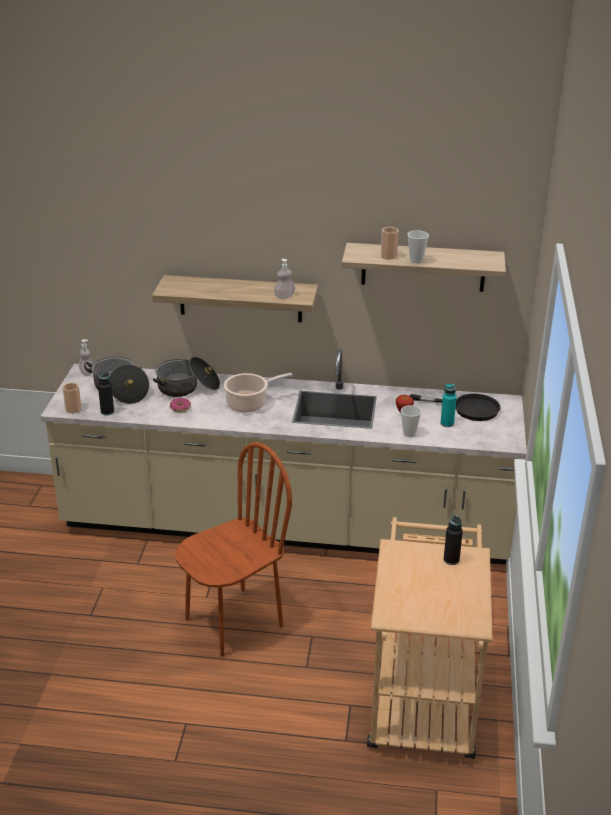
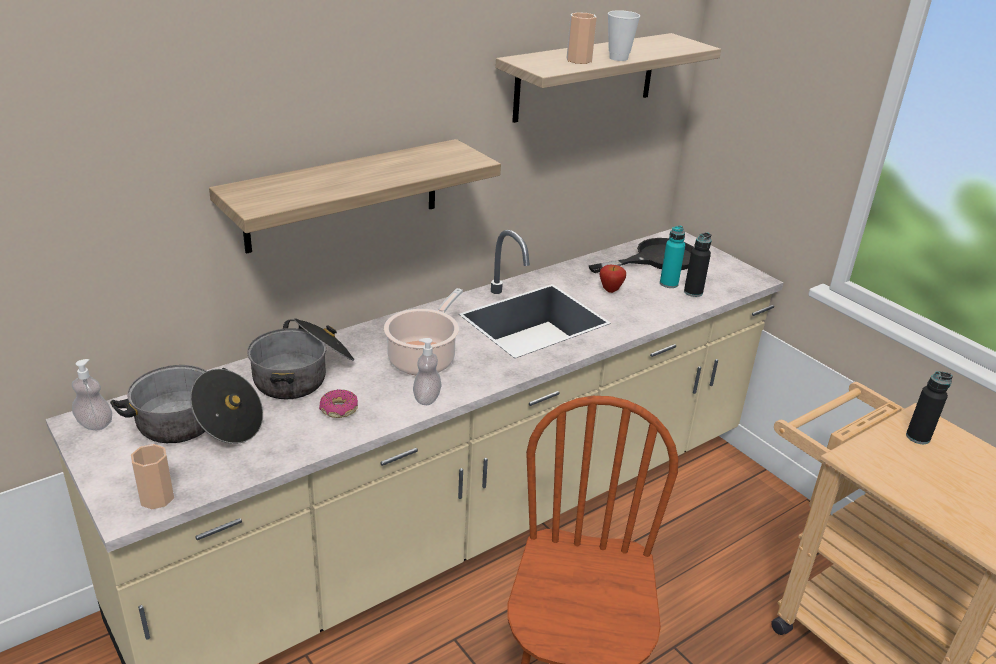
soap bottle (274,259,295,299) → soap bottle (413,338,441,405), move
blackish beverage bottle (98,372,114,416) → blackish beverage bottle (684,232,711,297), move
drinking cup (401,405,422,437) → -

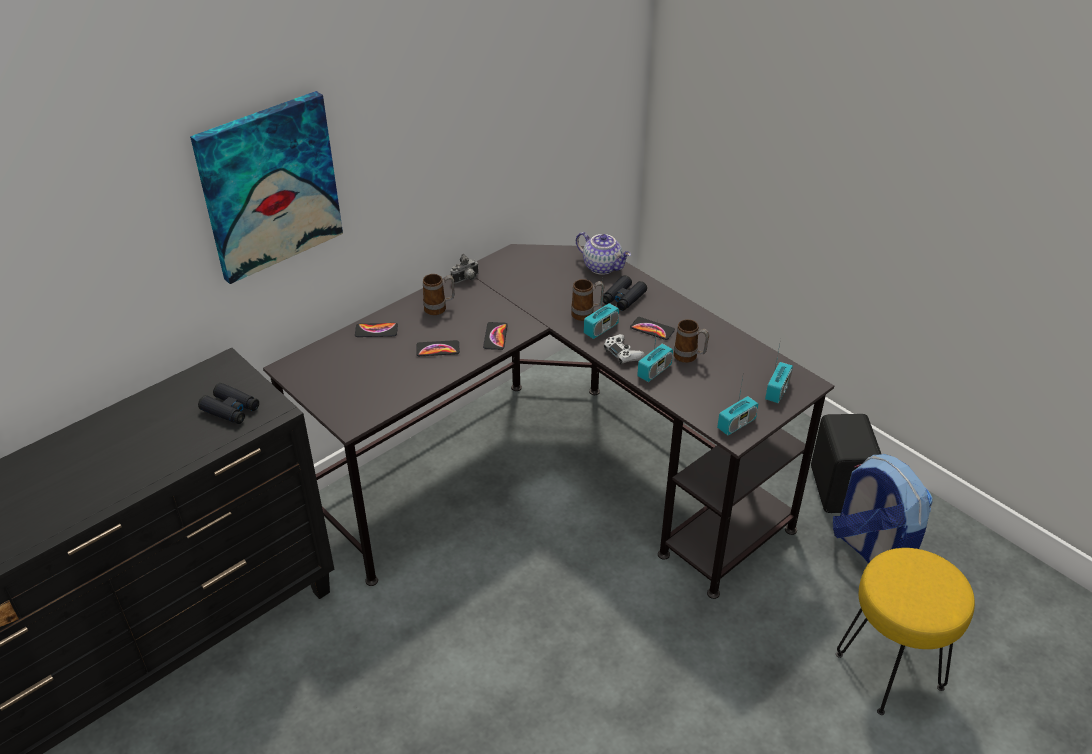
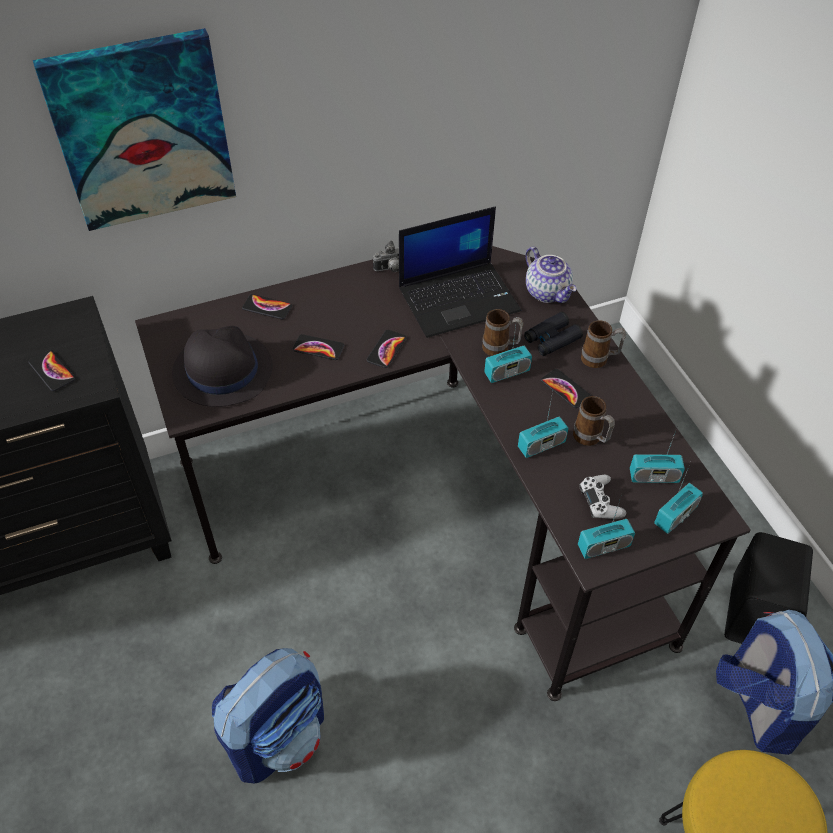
tea mug (423,274,455,315) → tea mug (581,320,626,368), move
white-coloured joypad (604,334,645,364) → white-coloured joypad (579,475,626,519), move
blackish pair of binoculars (198,383,259,424) → phone (29,350,75,391)
- → notebook computer (399,207,521,338)
- → blackish hat (172,326,273,407)
- → radio receiver (630,425,685,483)
- → knapsack (212,648,324,784)

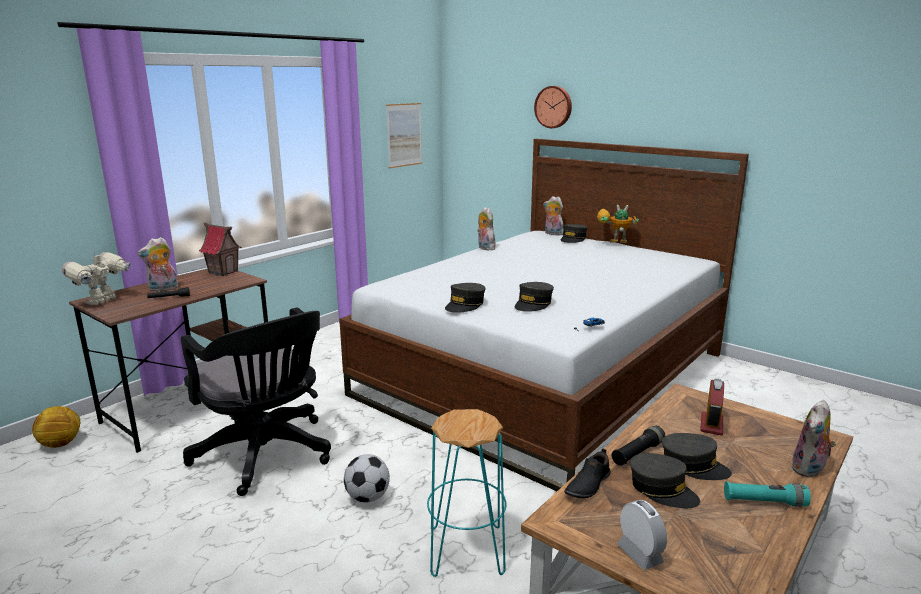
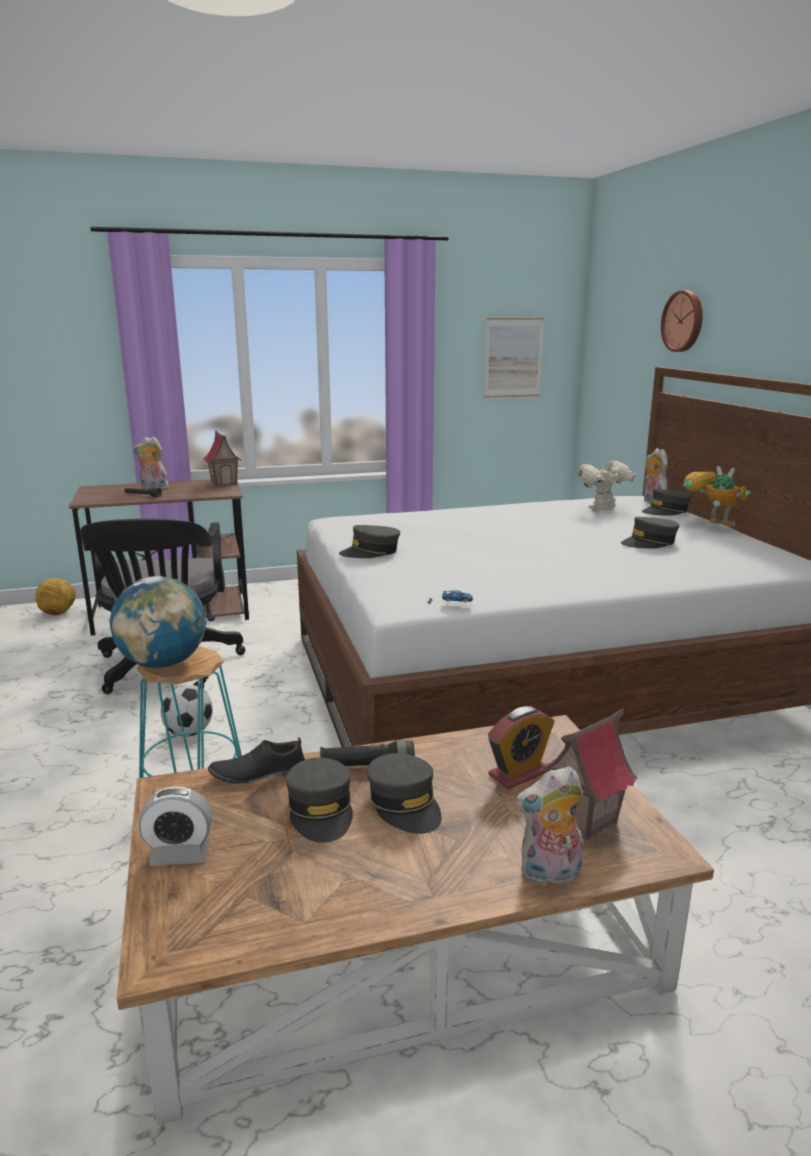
cuddly toy (477,207,495,250) → -
robot figure (62,252,130,305) → robot figure (577,456,637,510), move
greyish peaked cap (515,282,554,312) → greyish peaked cap (621,517,680,548), move
turquoise-coloured hand torch (724,481,811,507) → -
alarm clock (617,500,667,570) → alarm clock (138,786,212,866), 75 degrees clockwise
- → globe (109,576,206,668)
- → model house (542,709,638,840)

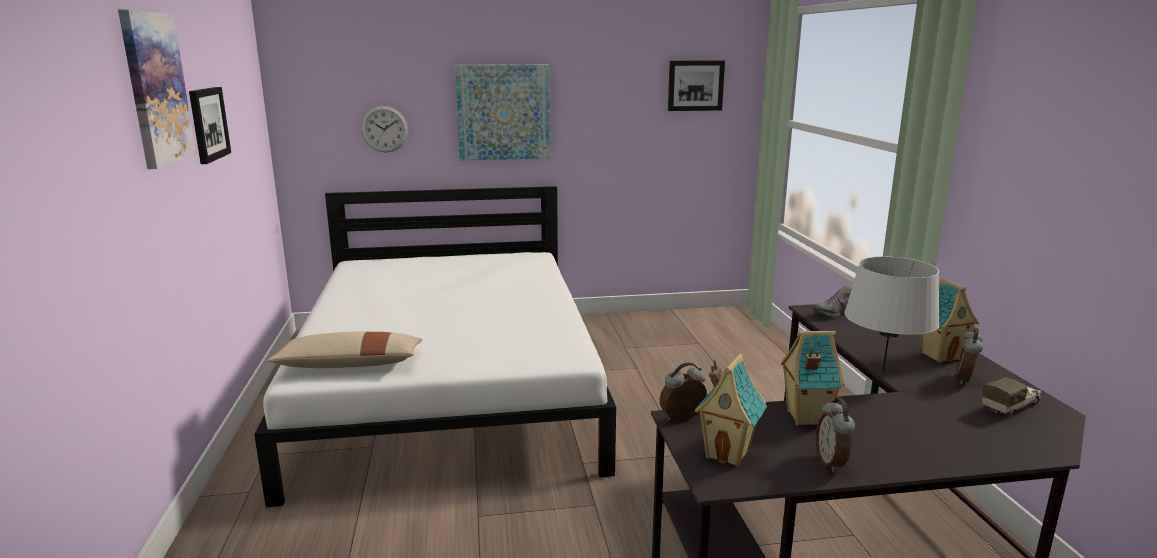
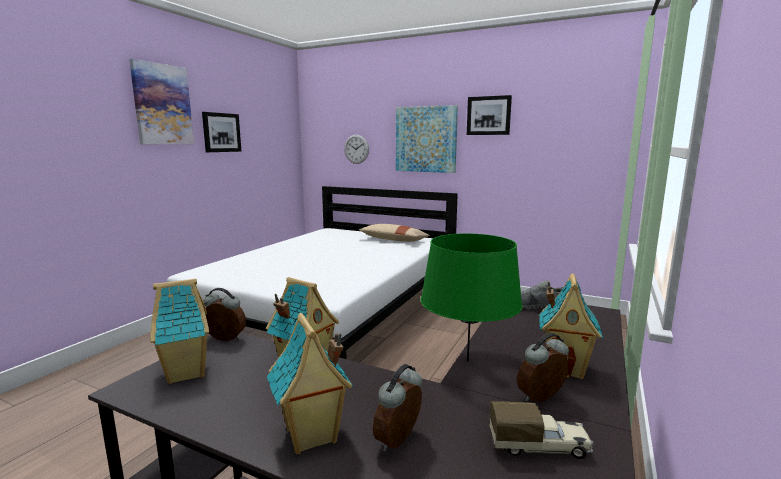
wall art (668,60,725,111) → wall art (467,95,512,135), move
greyish table lamp (844,257,940,371) → greenish table lamp (420,233,523,362)
beige throw pillow (267,332,423,368) → beige throw pillow (359,224,430,242), move
alarm clock (816,398,855,472) → alarm clock (373,364,423,451), move
- → model house (267,313,353,454)

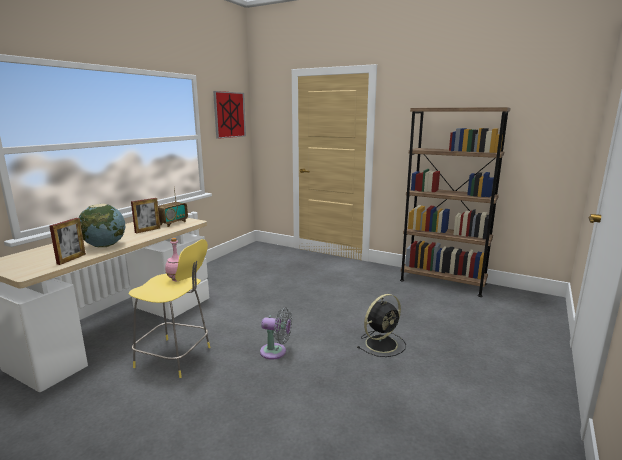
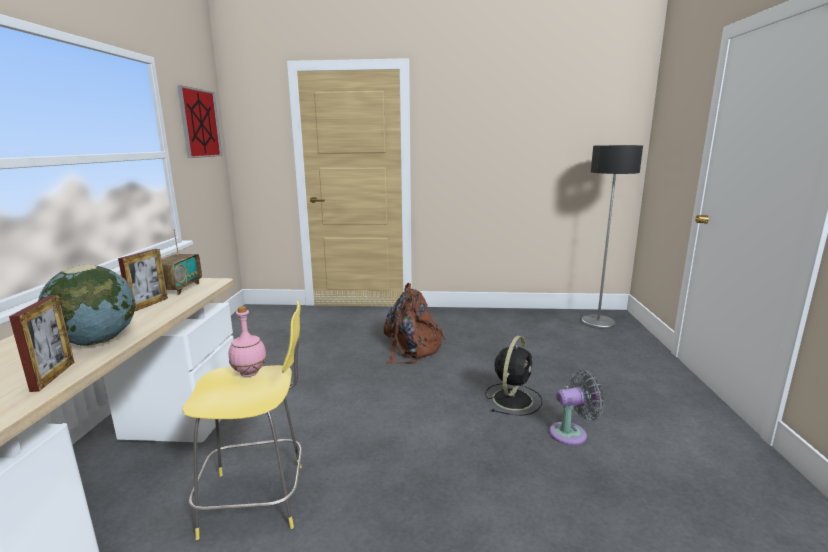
brown-coloured bookcase (400,107,511,297) → -
greyish cooling fan (260,307,292,360) → greyish cooling fan (549,370,604,446), move
- → standard lamp (581,145,643,329)
- → brown-coloured knapsack (384,283,446,364)

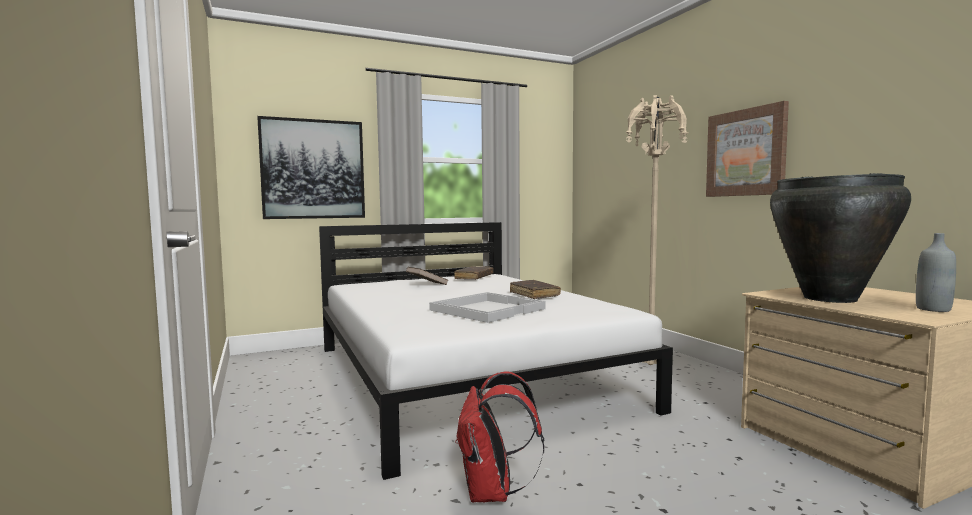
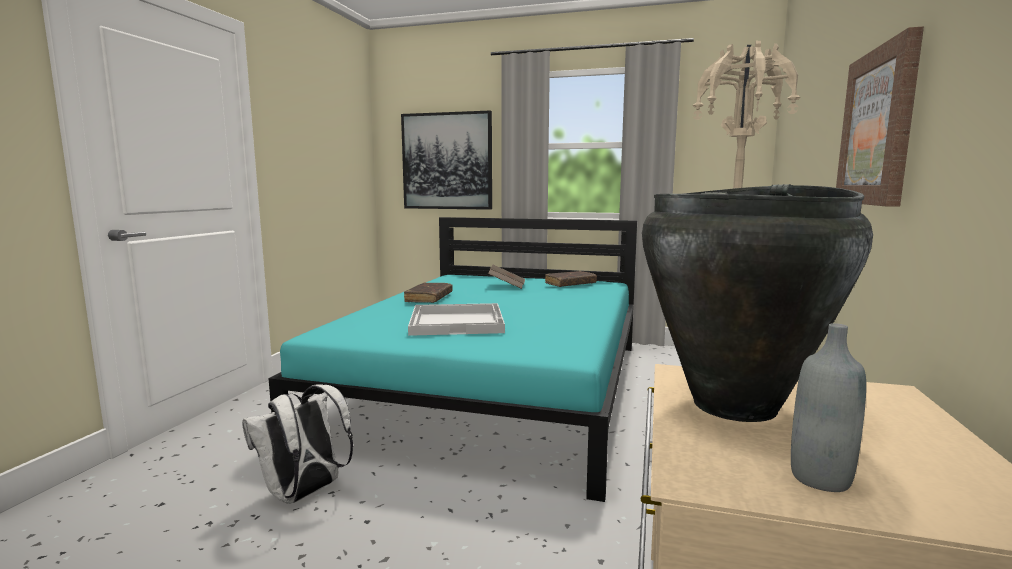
white-coloured bedroom bed (319,222,673,480) → turquoise-coloured bedroom bed (268,217,637,502)
brown-coloured volume (510,280,561,299) → brown-coloured volume (404,282,453,303), move
reddish knapsack (456,371,544,503) → white-coloured knapsack (242,384,353,504)

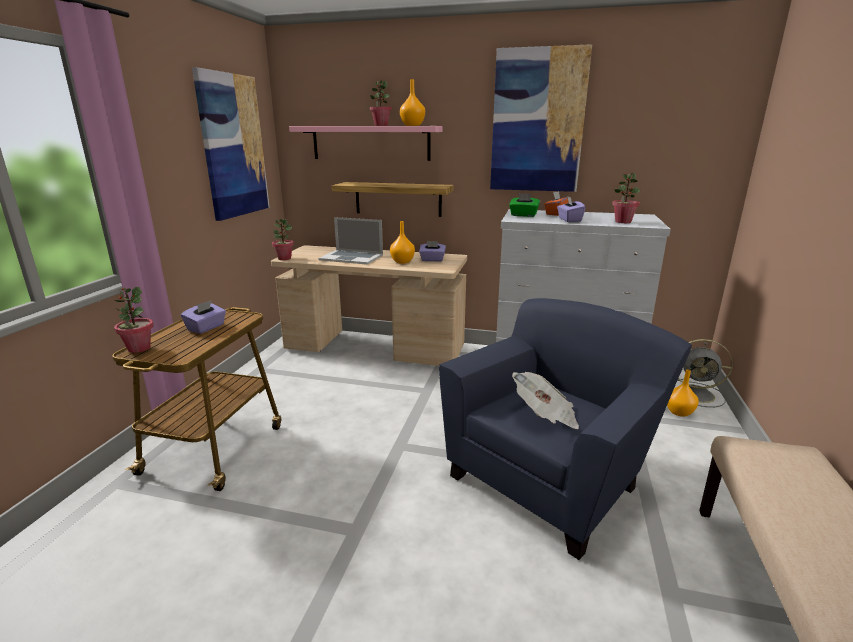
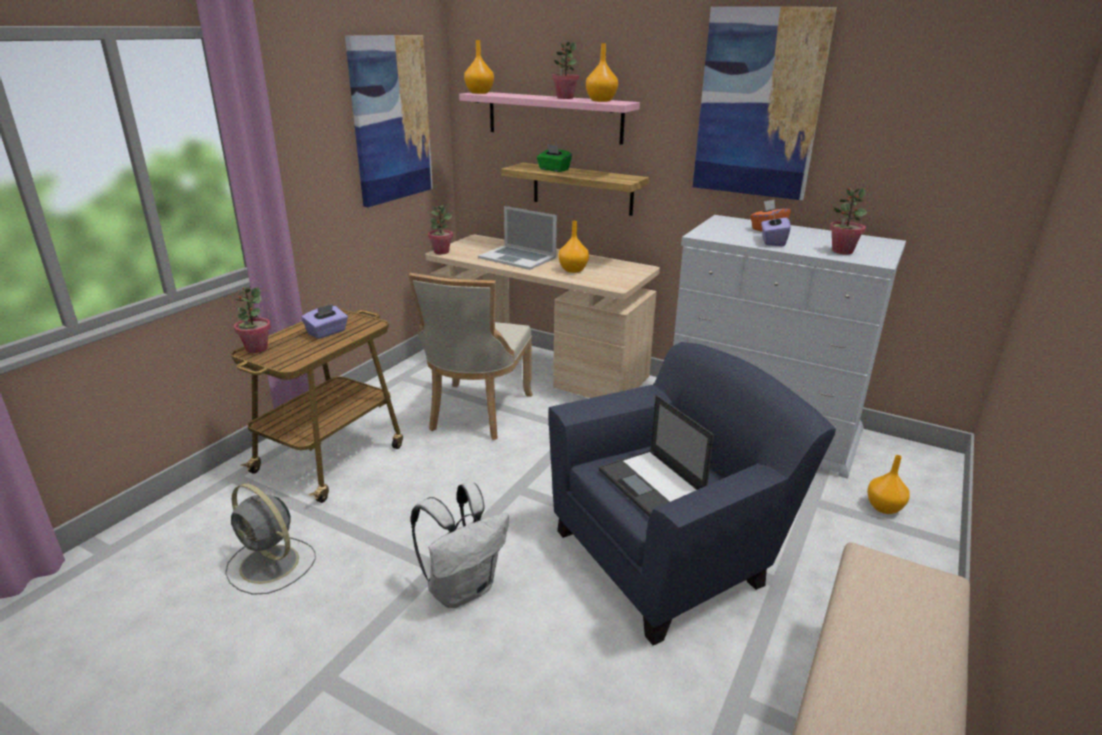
greenish box of tissues (509,193,540,217) → greenish box of tissues (537,144,572,172), move
purple box of tissues (419,241,446,262) → -
greyish cooling fan (677,339,733,407) → greyish cooling fan (225,483,316,595), move
daily paper (512,372,579,429) → notebook computer (599,395,714,517)
- → orange vase (464,40,494,94)
- → beige plain chair (408,273,533,440)
- → white-coloured knapsack (411,482,509,608)

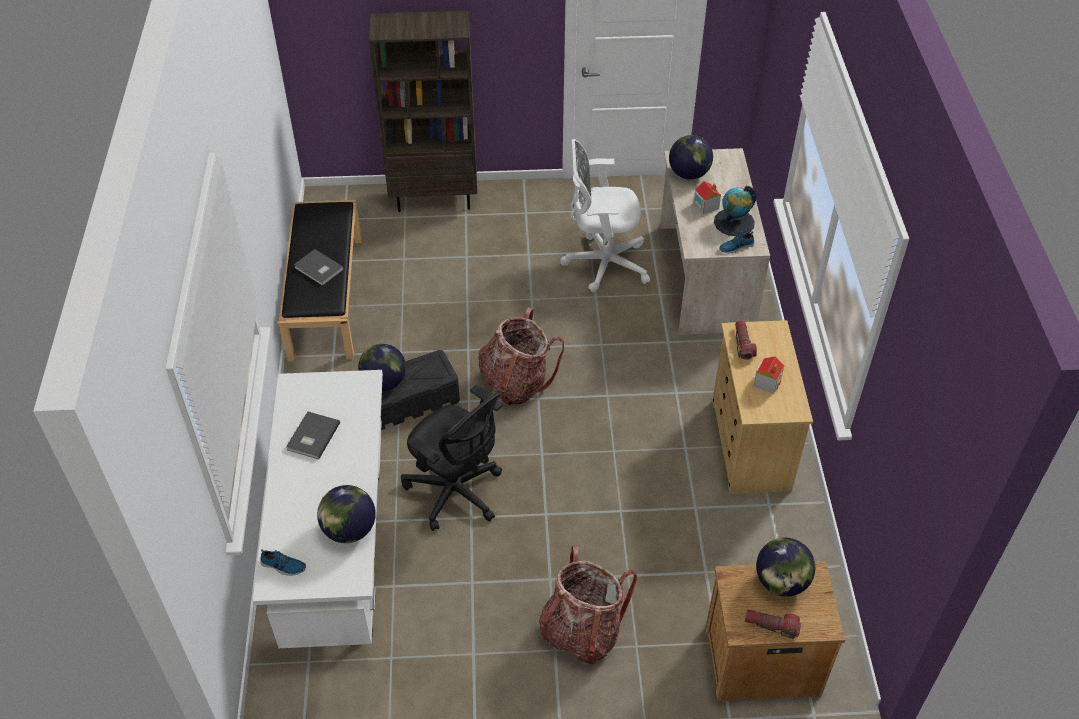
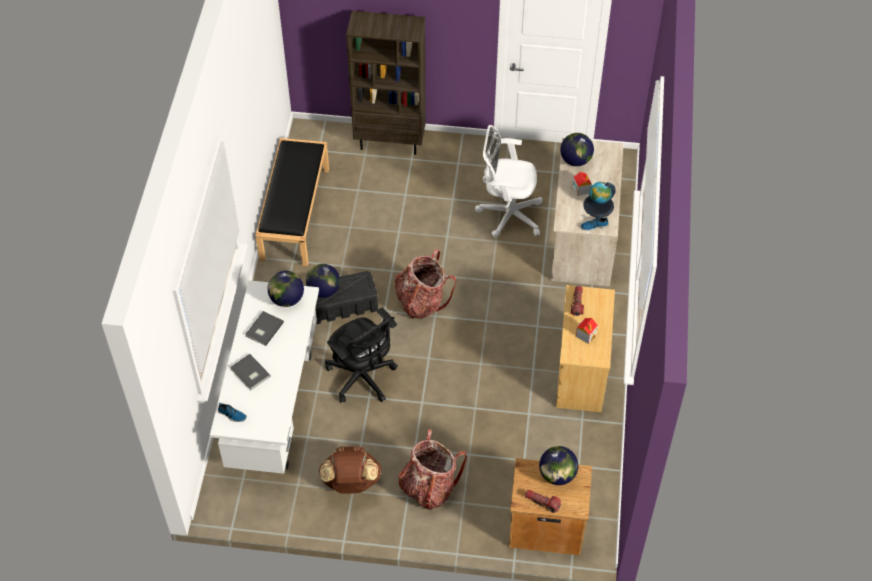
greyish volume (294,249,344,286) → greyish volume (230,354,271,390), move
globe (317,485,376,543) → globe (268,271,304,307), move
- → brown-coloured knapsack (319,446,382,494)

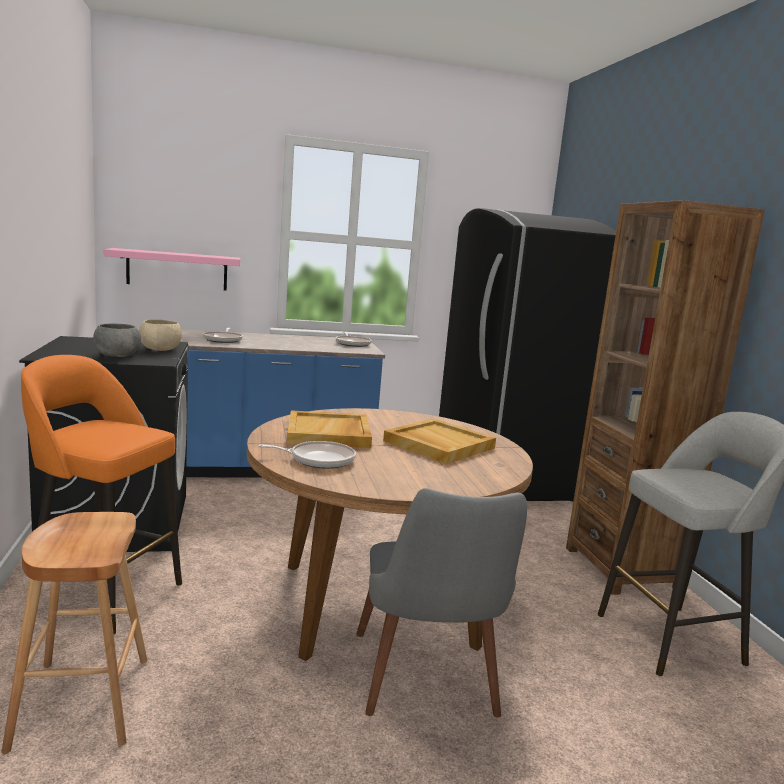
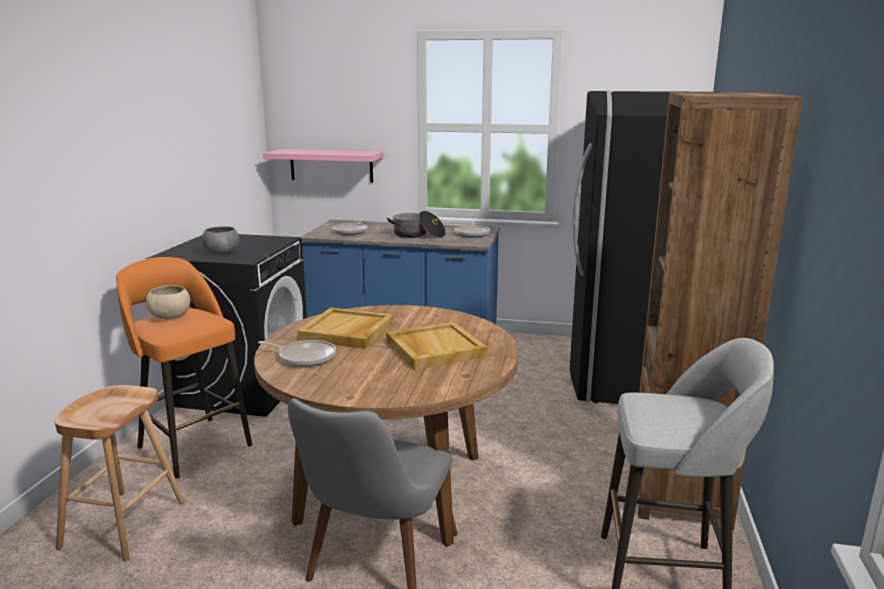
beige serving bowl (139,319,182,351) → beige serving bowl (146,285,191,319), move
- → cooking pot (387,211,446,238)

